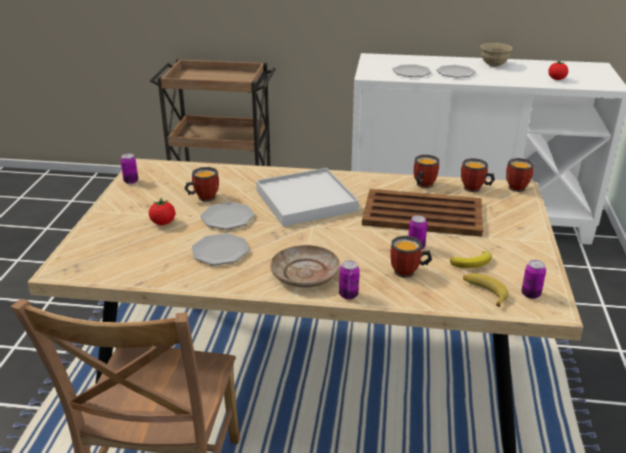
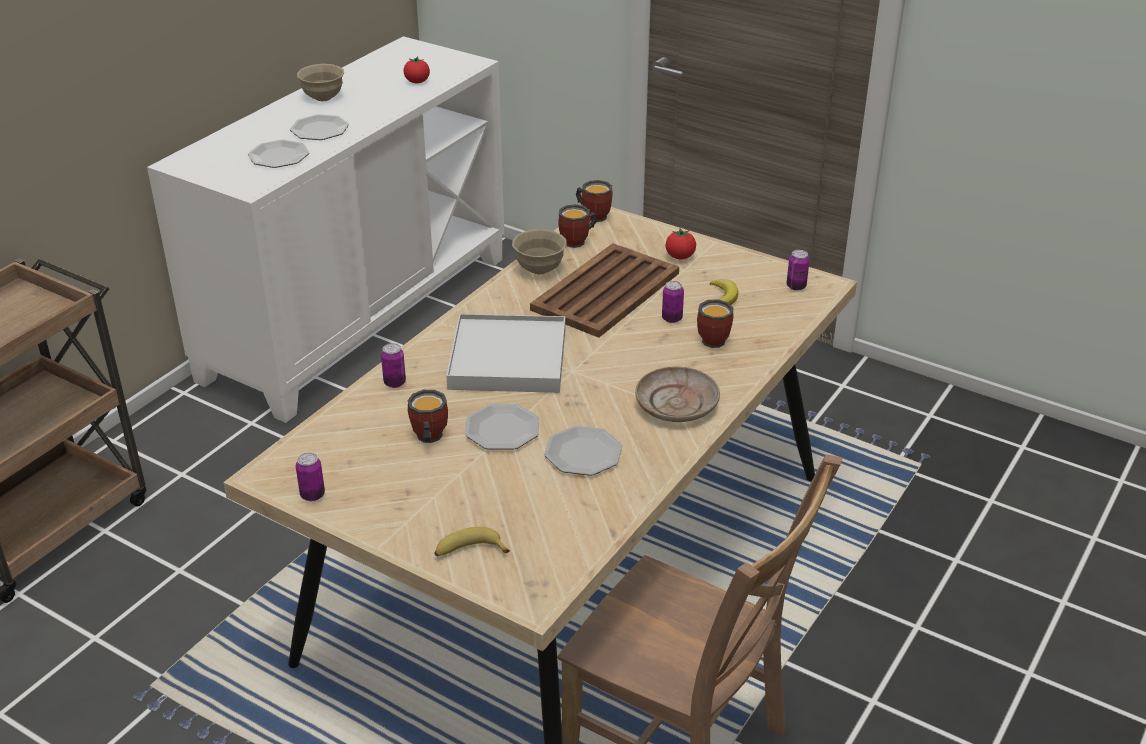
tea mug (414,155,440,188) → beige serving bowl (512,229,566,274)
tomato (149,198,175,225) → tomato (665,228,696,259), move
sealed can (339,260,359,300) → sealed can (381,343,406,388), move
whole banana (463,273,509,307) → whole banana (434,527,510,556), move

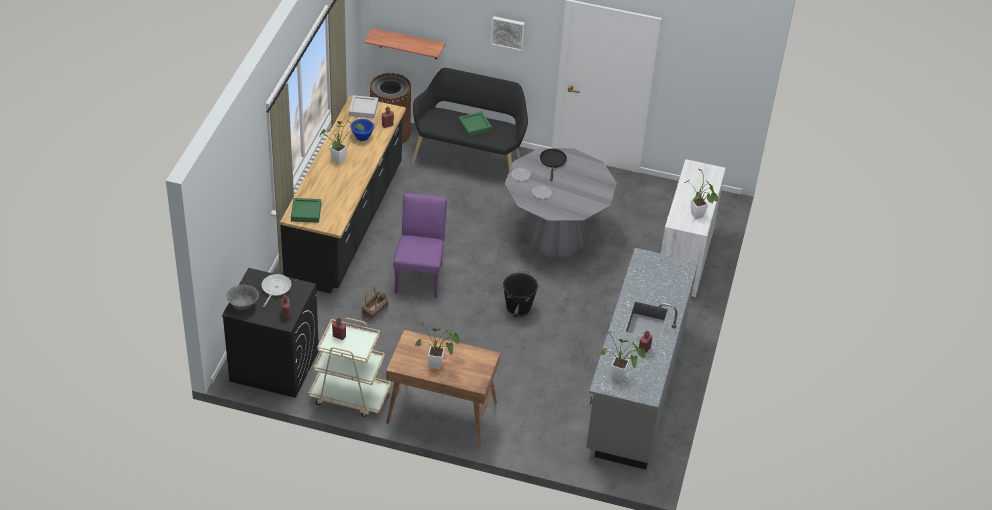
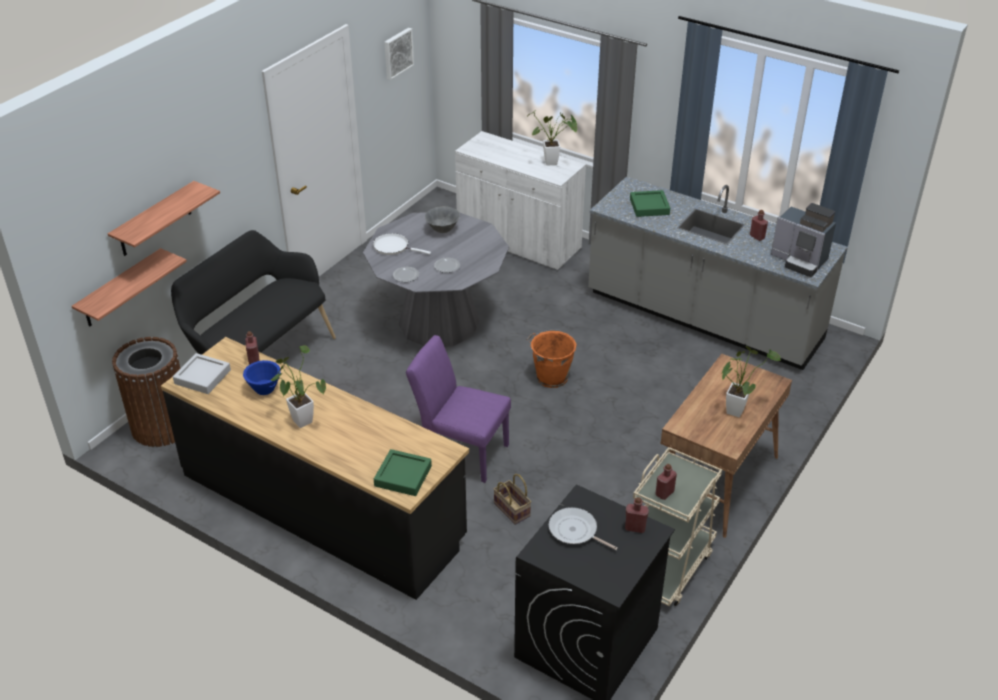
wall art (491,16,525,51) → wall art (384,28,414,80), move
greenish serving tray (459,112,492,137) → greenish serving tray (630,190,670,217), move
blackish frying pan (540,149,567,181) → white-coloured frying pan (373,233,431,255)
blackish bucket (503,270,540,317) → orange bucket (526,329,577,388)
greyish serving bowl (226,285,259,310) → greyish serving bowl (425,206,460,233), move
potted plant (600,331,646,381) → coffee maker (771,203,836,277)
- → wall shelf (108,181,220,256)

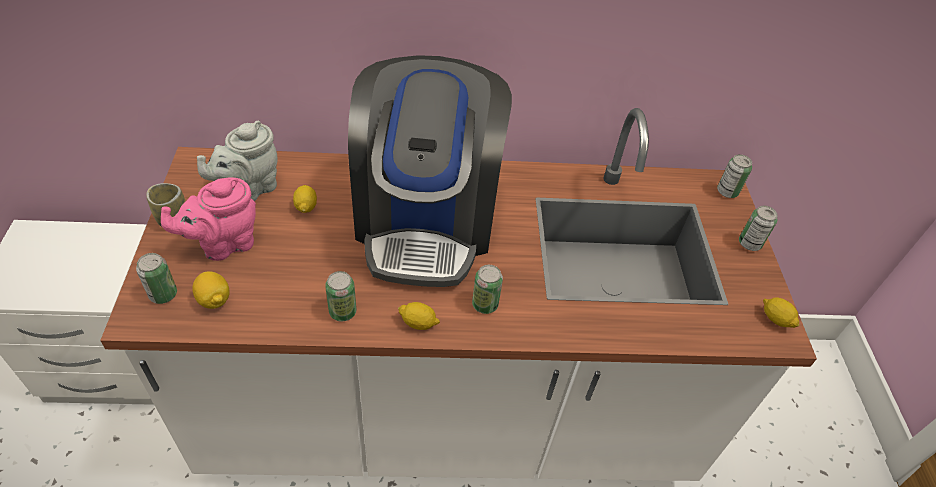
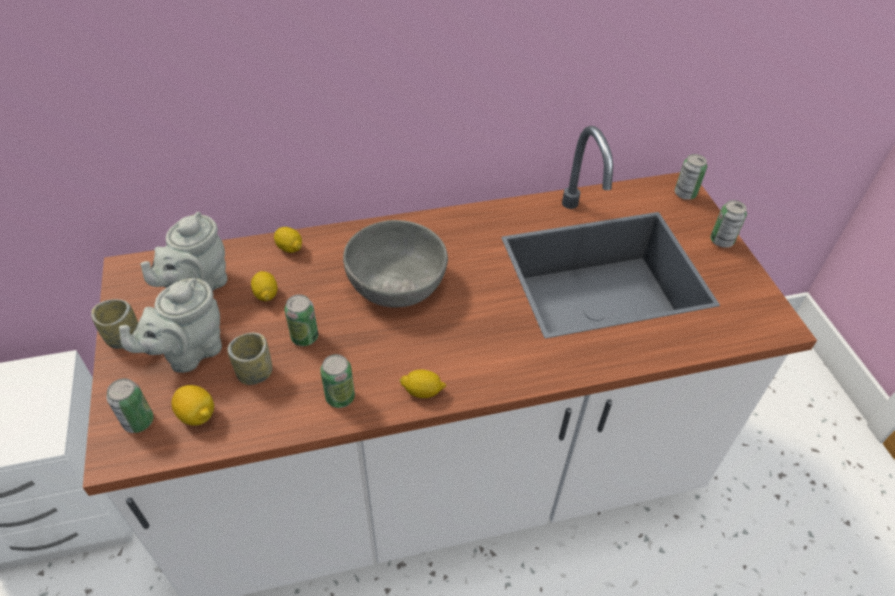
coffee maker (348,55,512,287) → greyish serving bowl (343,220,448,308)
pink pot for tea (161,177,256,261) → greyish pot for tea (119,278,222,373)
sealed can (472,265,503,314) → sealed can (284,294,318,346), move
whole lemon (763,298,799,328) → whole lemon (274,227,302,253), move
- → drinking cup (227,333,272,385)

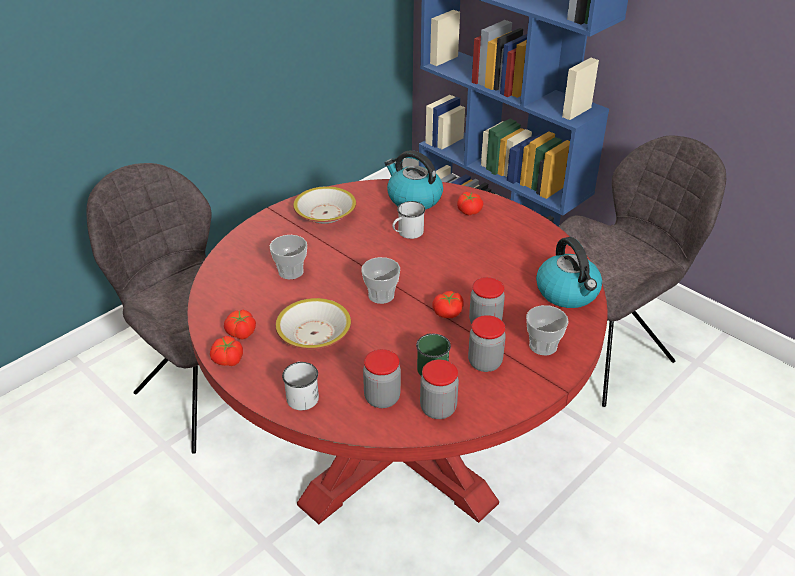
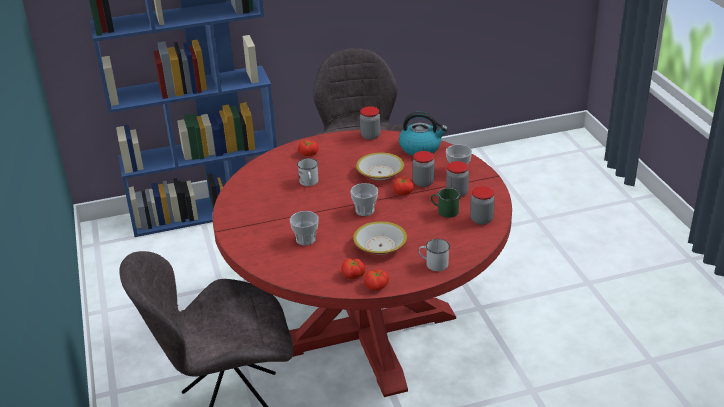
tea kettle (385,150,443,210) → -
serving bowl (293,186,356,224) → serving bowl (356,152,404,180), move
preserve jar (363,349,401,408) → preserve jar (360,106,380,140), move

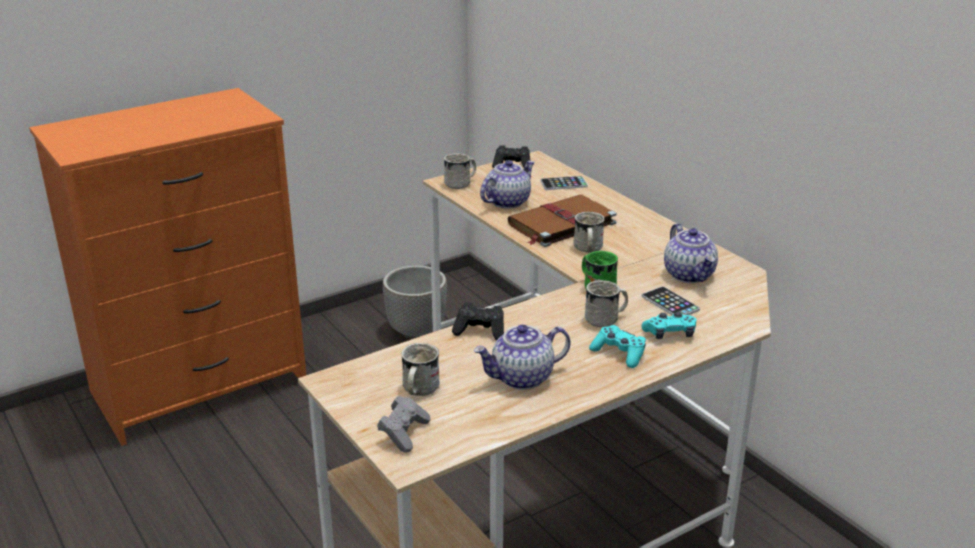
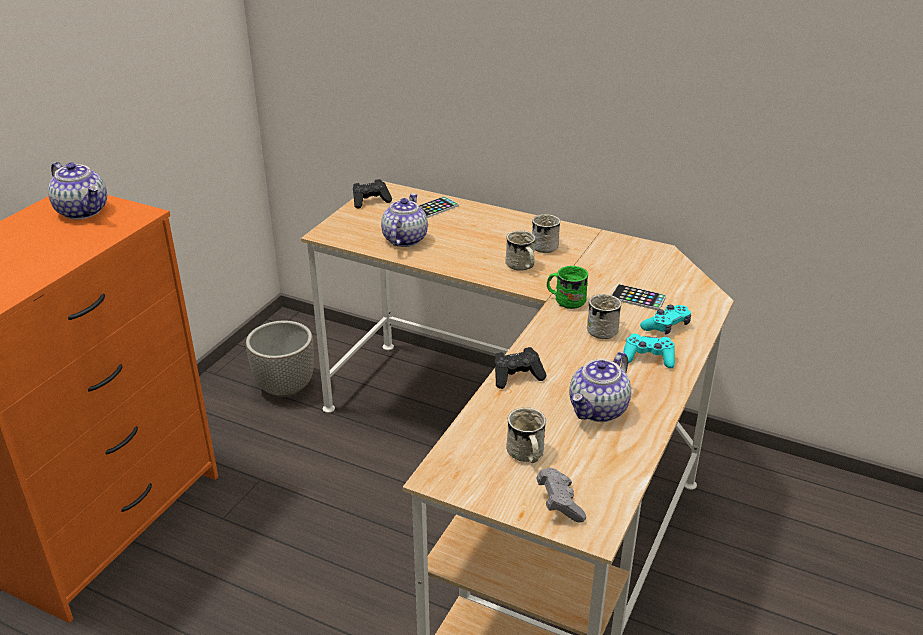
white-coloured tea mug (444,153,476,189) → white-coloured tea mug (532,214,560,253), move
brown-coloured volume (508,195,617,247) → -
pot for tea (664,223,718,283) → pot for tea (48,162,107,220), move

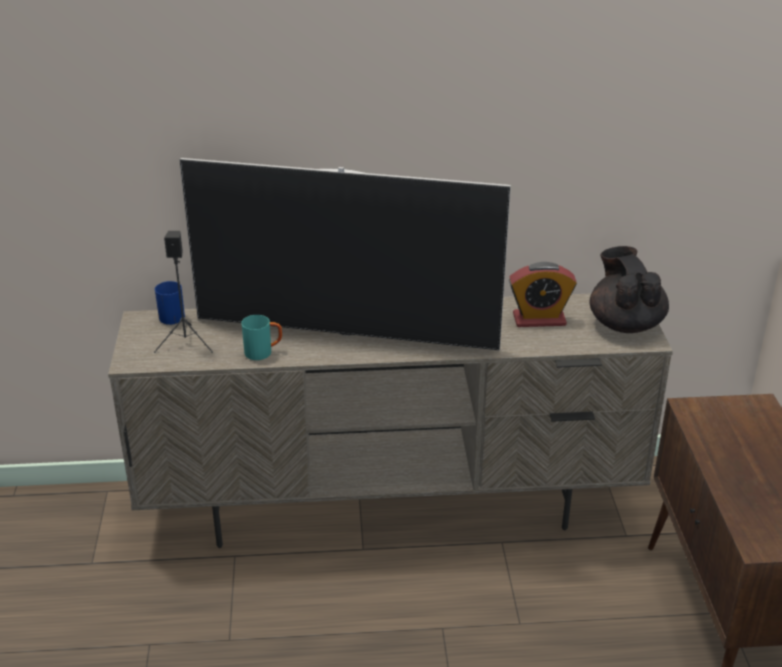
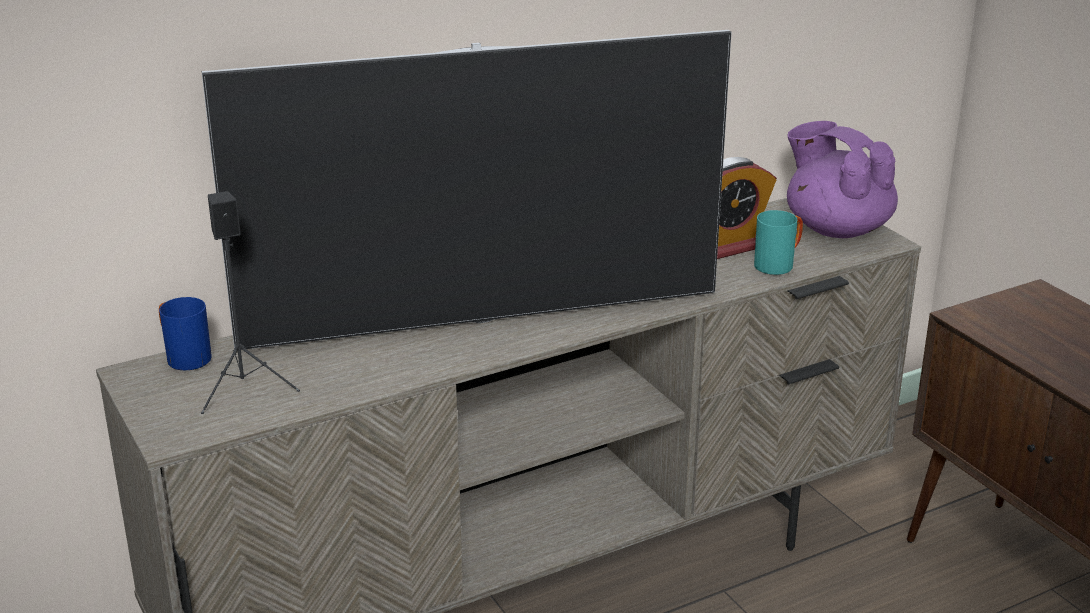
blackish pot for tea (589,246,669,333) → purple pot for tea (787,121,898,238)
turquoise-coloured tea mug (241,315,282,360) → turquoise-coloured tea mug (754,210,803,275), move

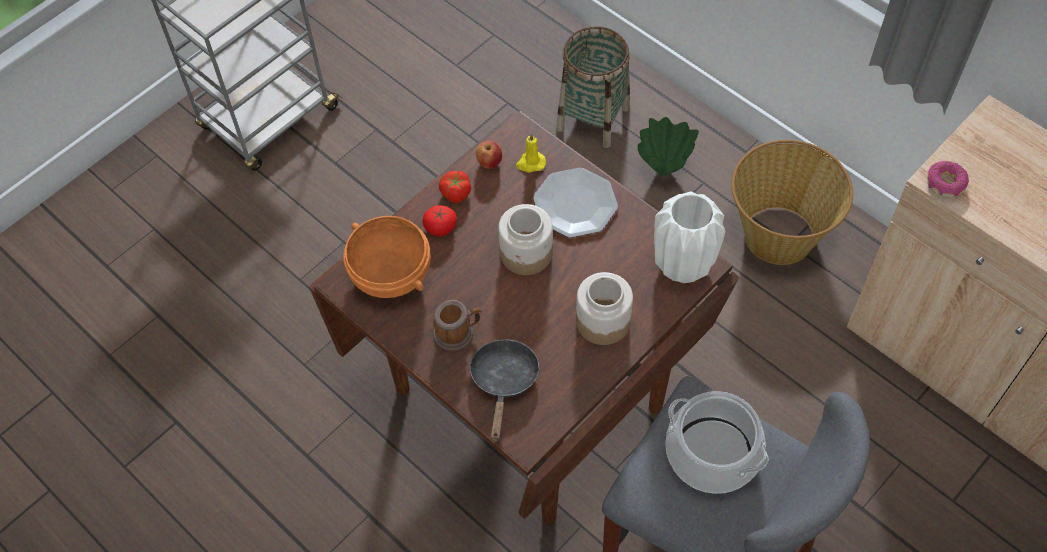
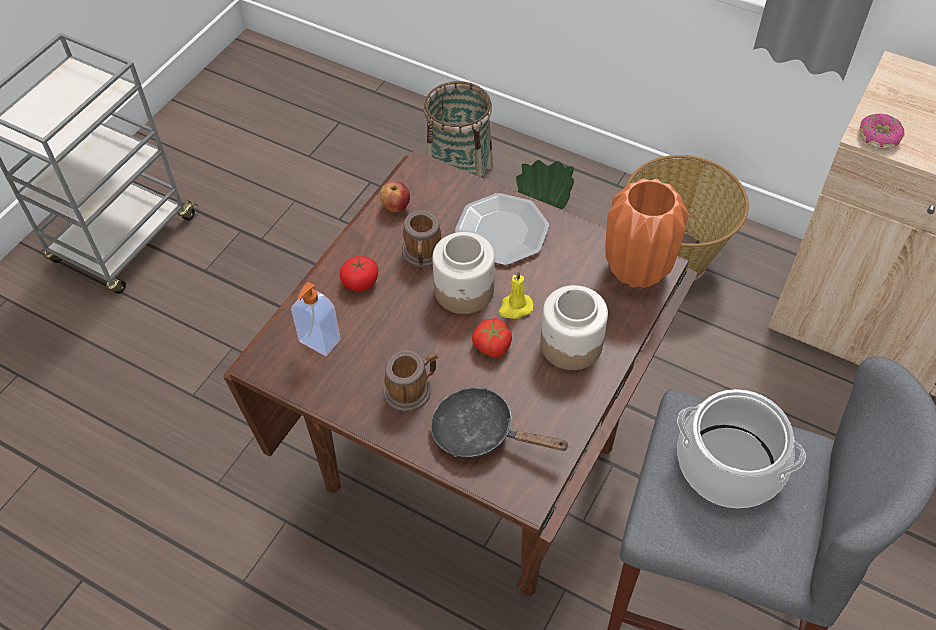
yellowish wax light (516,133,546,172) → yellowish wax light (498,270,534,319), move
tomato (439,171,471,203) → tomato (472,318,512,358), move
white-coloured vase (654,192,725,283) → orange vase (605,178,689,288)
orange serving bowl (343,216,431,298) → soap bottle (291,282,341,356)
blackish frying pan (469,339,540,442) → blackish frying pan (430,387,570,458), 60 degrees counterclockwise
- → tea mug (402,210,441,267)

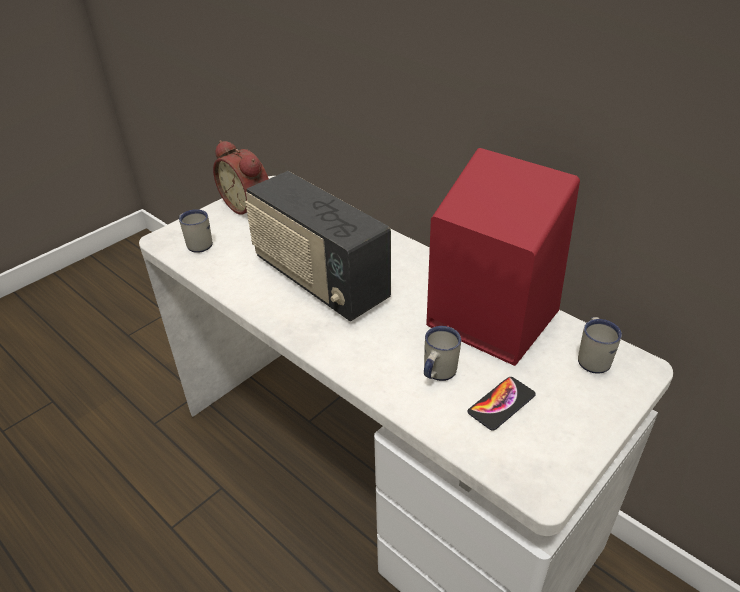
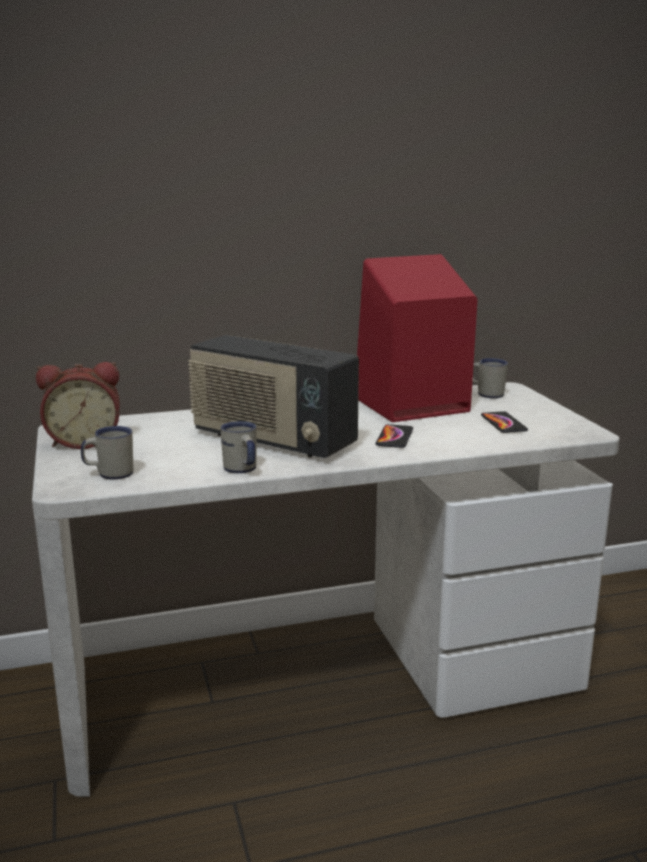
radio receiver (245,171,391,321) → radio receiver (188,335,359,458), 45 degrees clockwise
white-coloured tea mug (424,326,461,381) → white-coloured tea mug (220,421,257,473), move
- → phone (375,424,413,448)

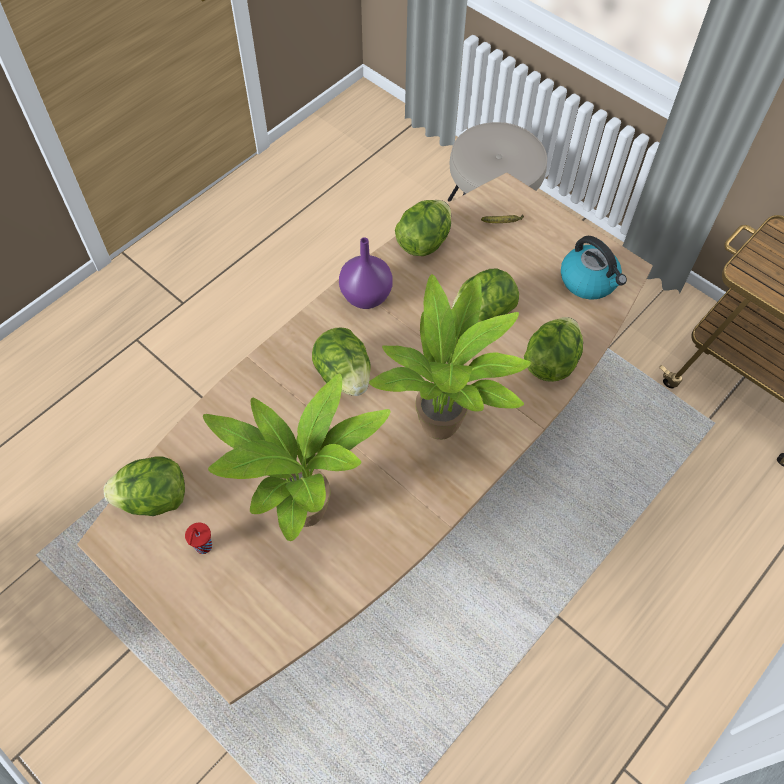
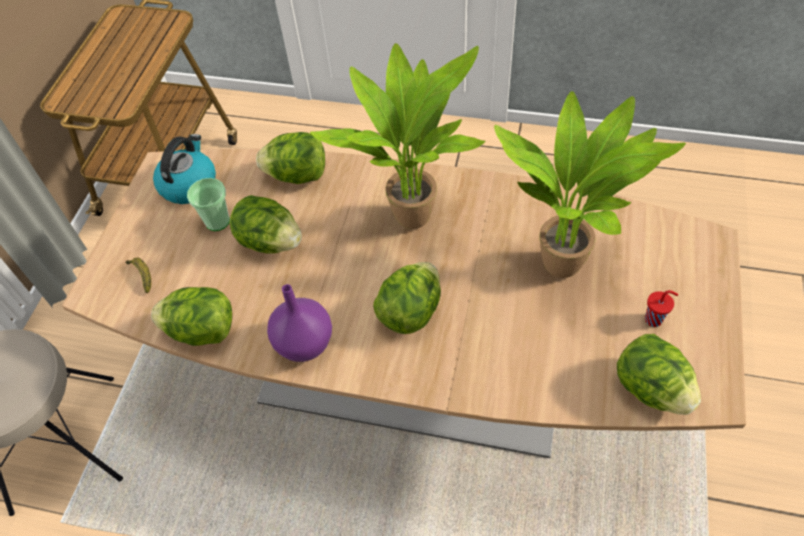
- → drinking cup (187,178,230,231)

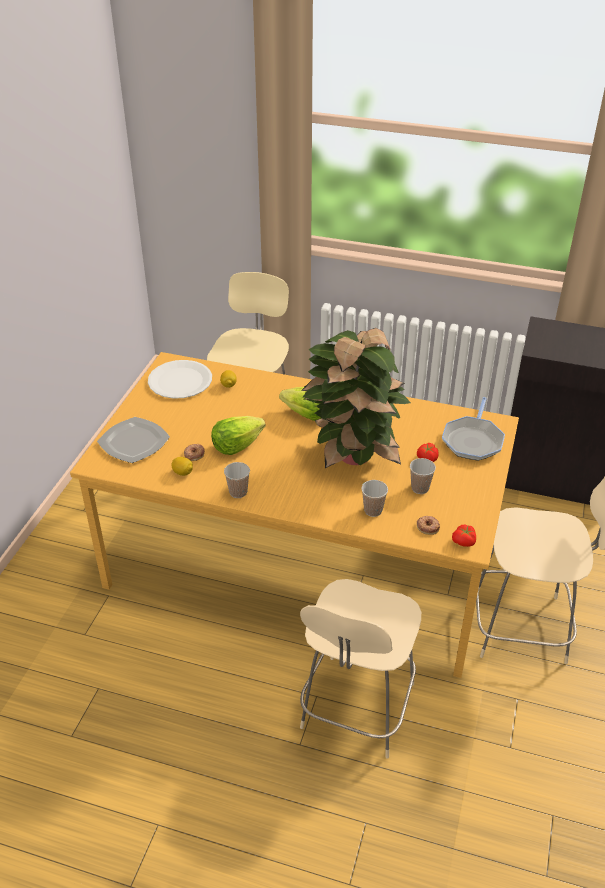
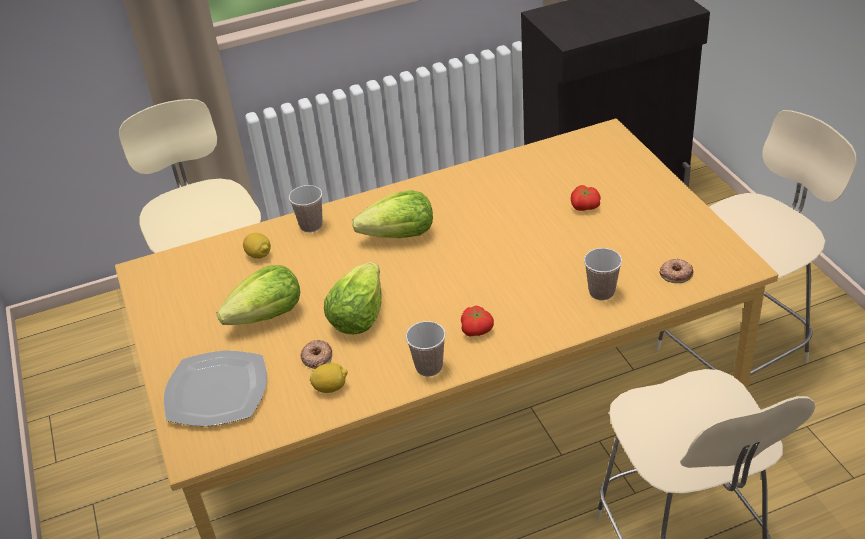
potted plant (301,328,411,468) → -
white-coloured flat dish (148,360,212,399) → -
frying pan (442,397,505,461) → -
drinking cup (410,458,436,494) → drinking cup (289,185,323,232), move
tomato (452,524,476,547) → tomato (461,305,494,337), move
- → lettuce (217,265,300,325)

